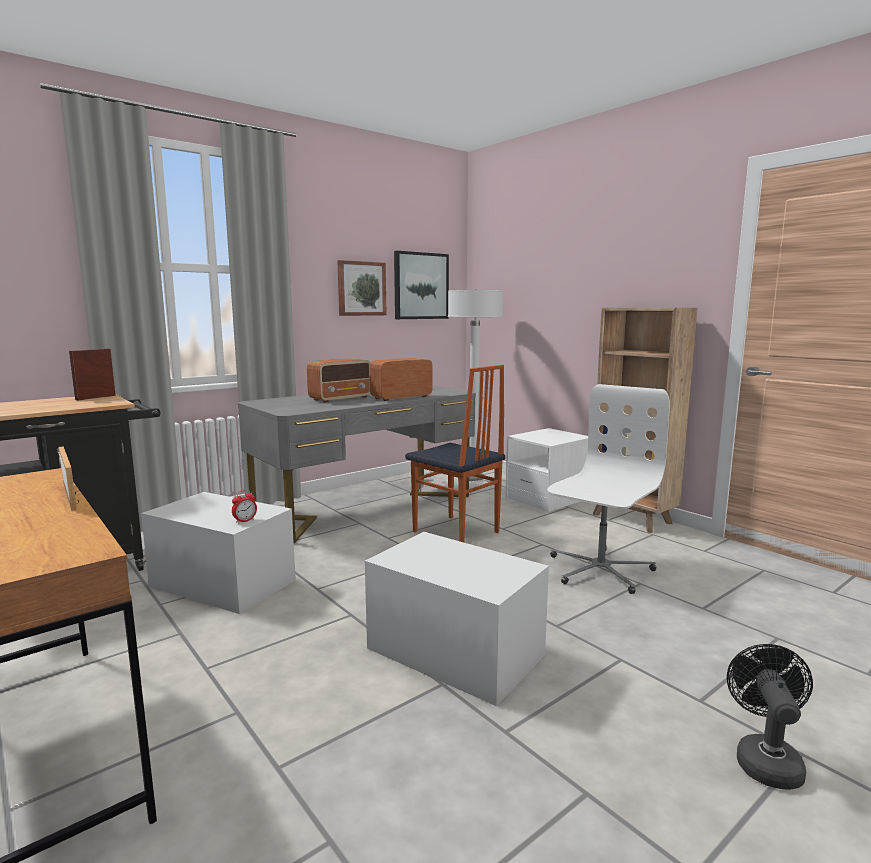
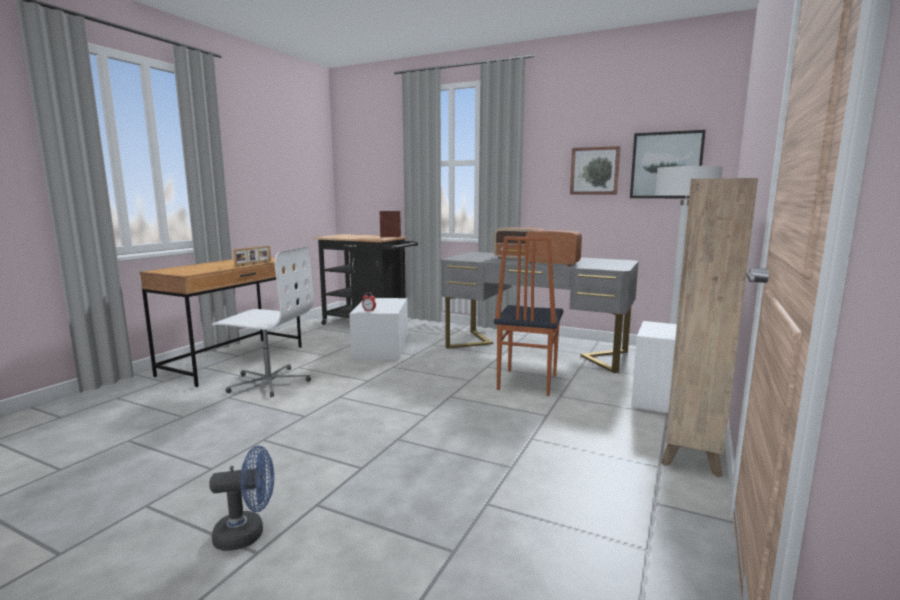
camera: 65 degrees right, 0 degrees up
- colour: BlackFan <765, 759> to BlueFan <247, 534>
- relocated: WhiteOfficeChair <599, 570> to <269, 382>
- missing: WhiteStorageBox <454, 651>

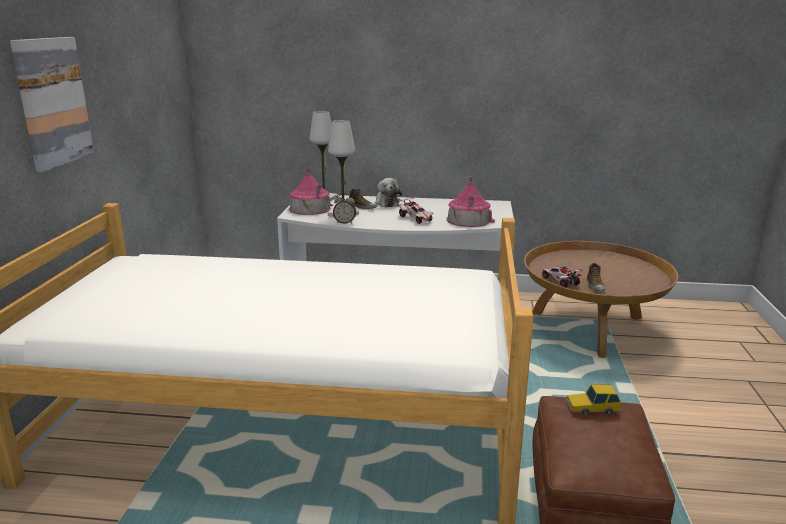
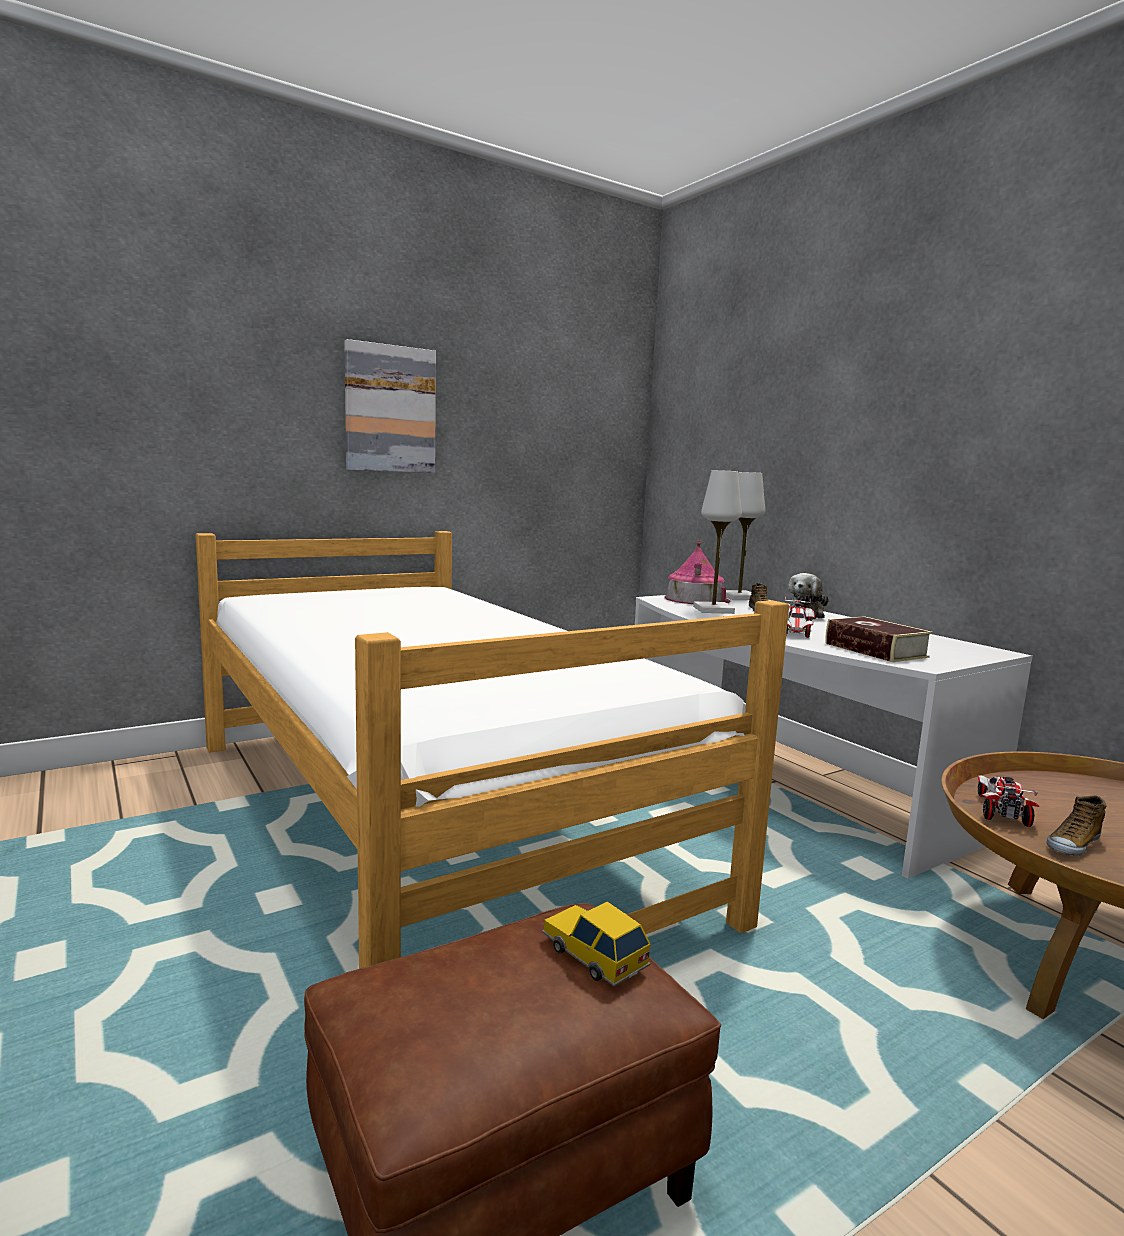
camera: 50 degrees right, 10 degrees down
- exchanged: ToyHouse <468, 220> to Book <875, 650>
- missing: AlarmClock <345, 222>

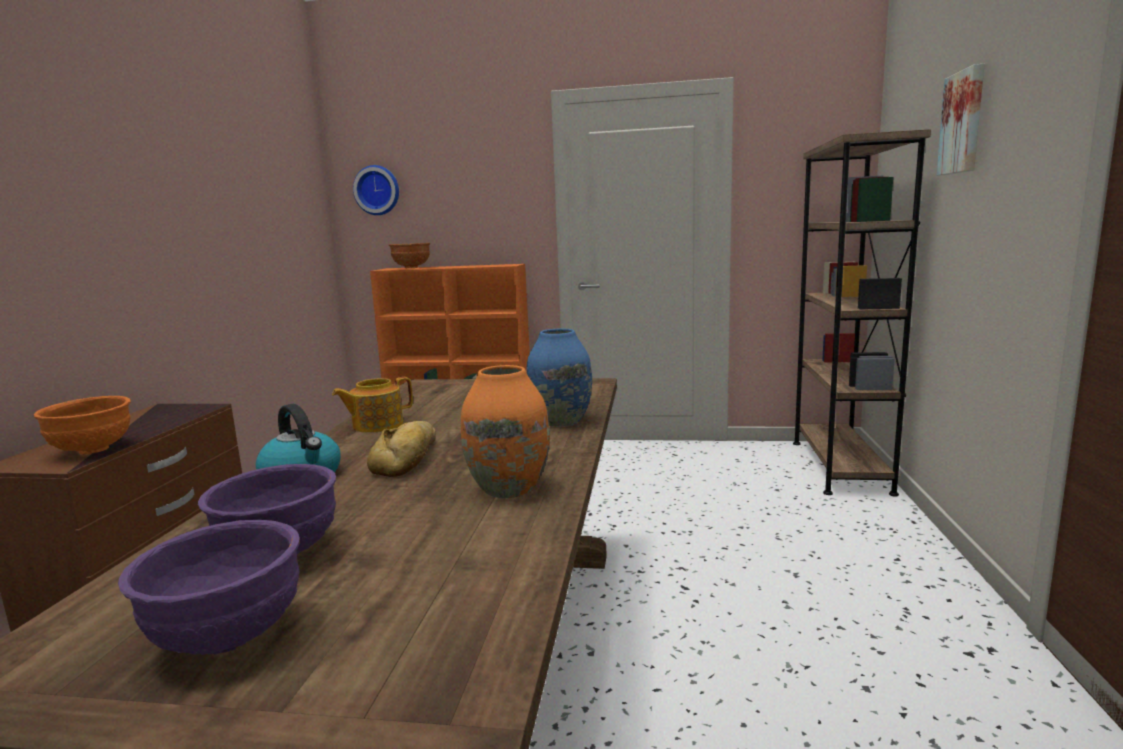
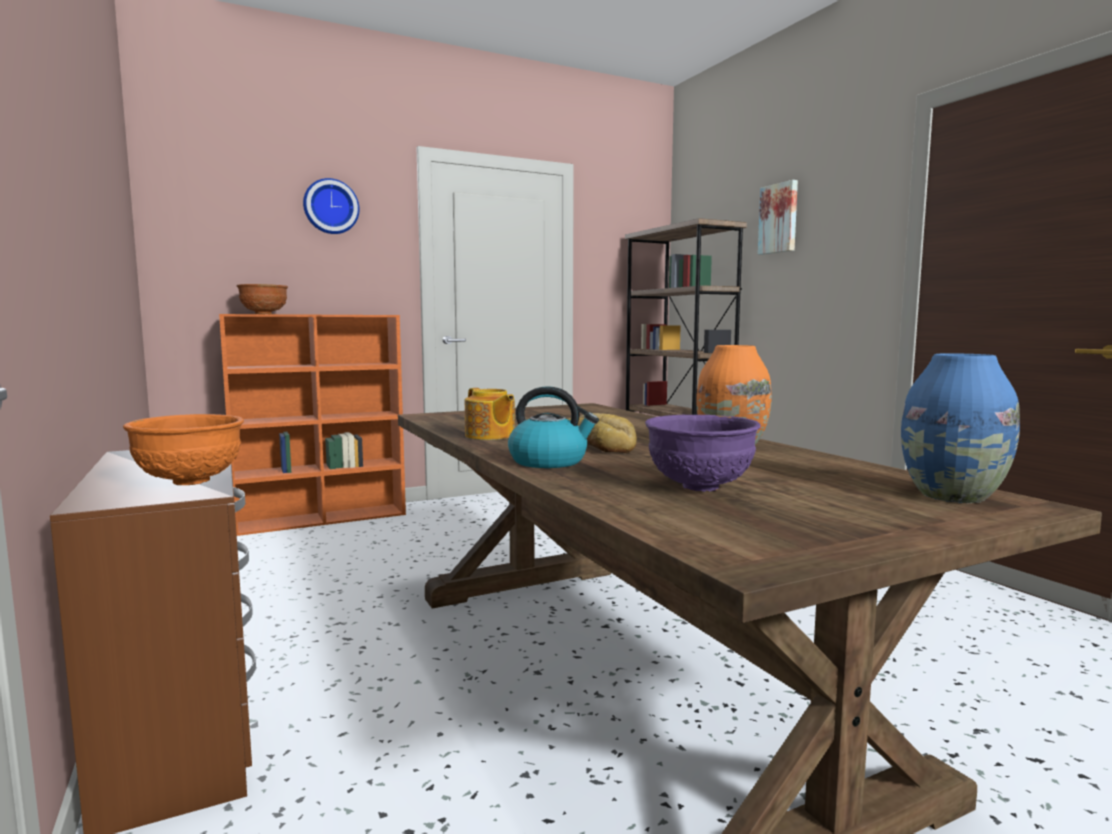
camera: 35 degrees left, 5 degrees down
- relocated: WallClock <377, 190> to <331, 207>
- spun: Teapot <376, 425> = <490, 436> 60 degrees counterclockwise
- relocated: BlueVase <560, 421> to <952, 496>
- missing: PurpleBowl <227, 638>

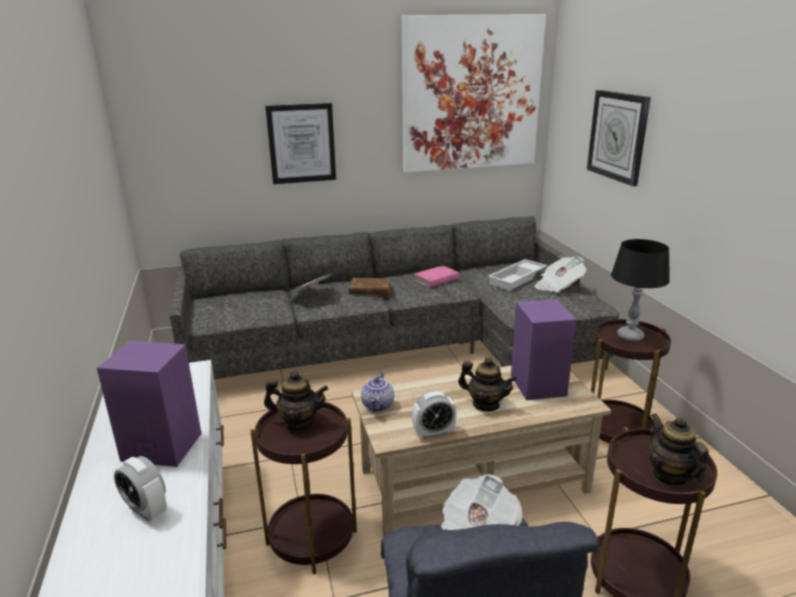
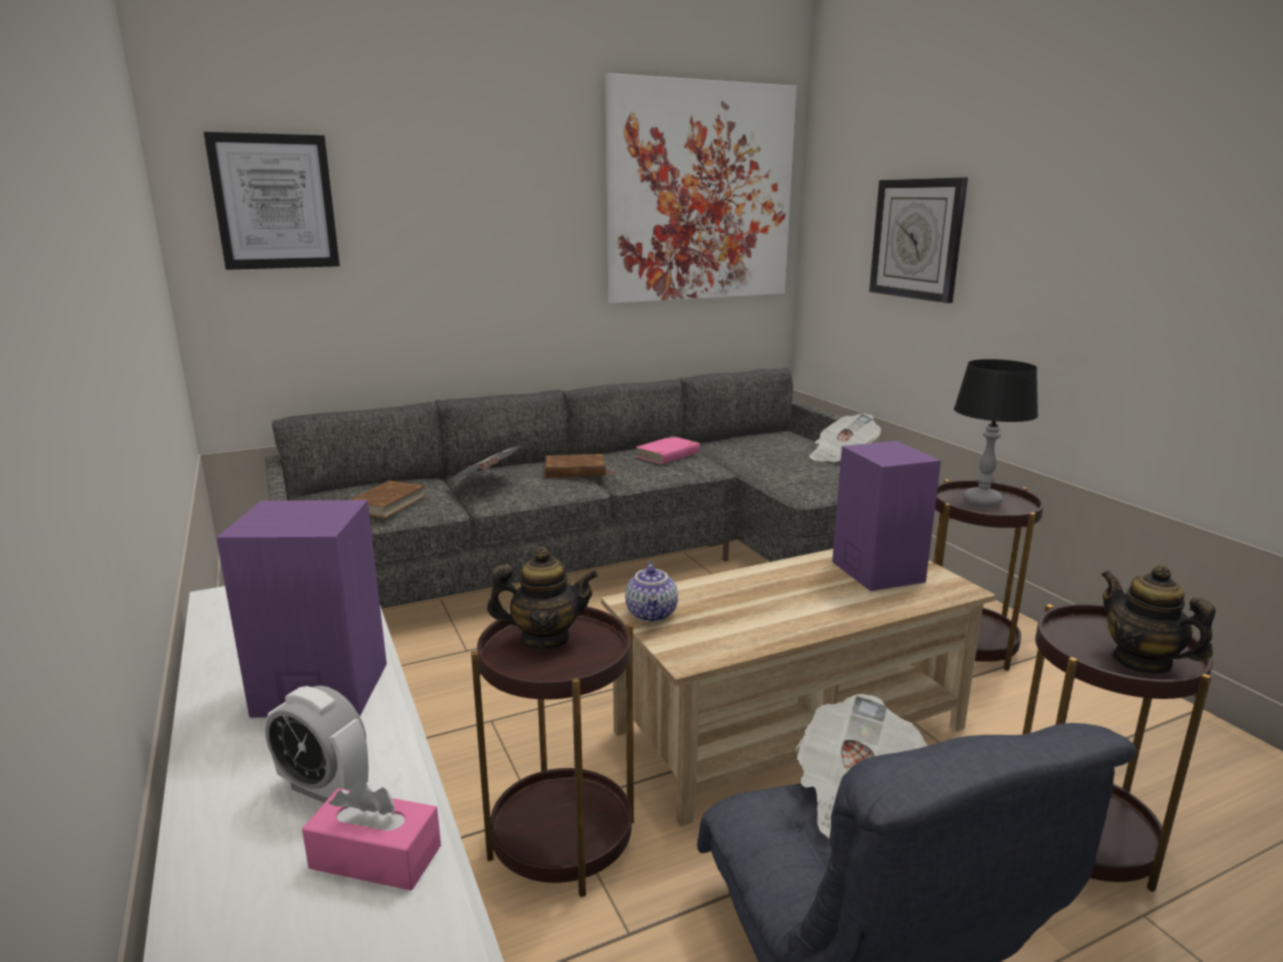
camera: 10 degrees left, 5 degrees down
- relocated: Picture <301, 143> to <275, 202>
- appeared: PinkTissueBox <375, 857>
- appeared: BrownBook <386, 504>
- missing: AlarmClock <433, 433>
- missing: Teapot <485, 404>
- missing: WhiteTray <518, 279>

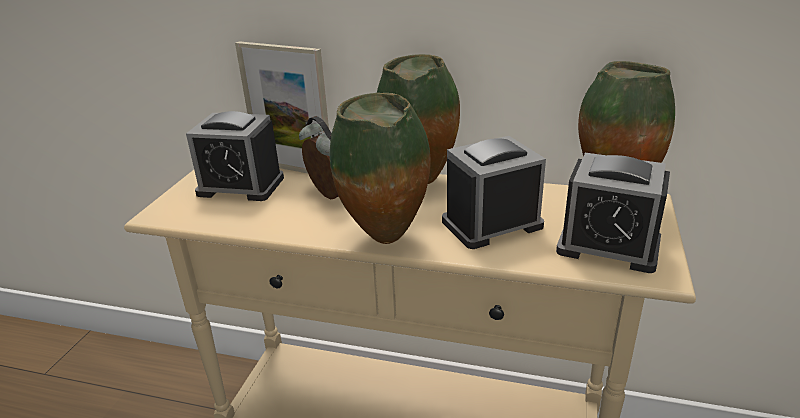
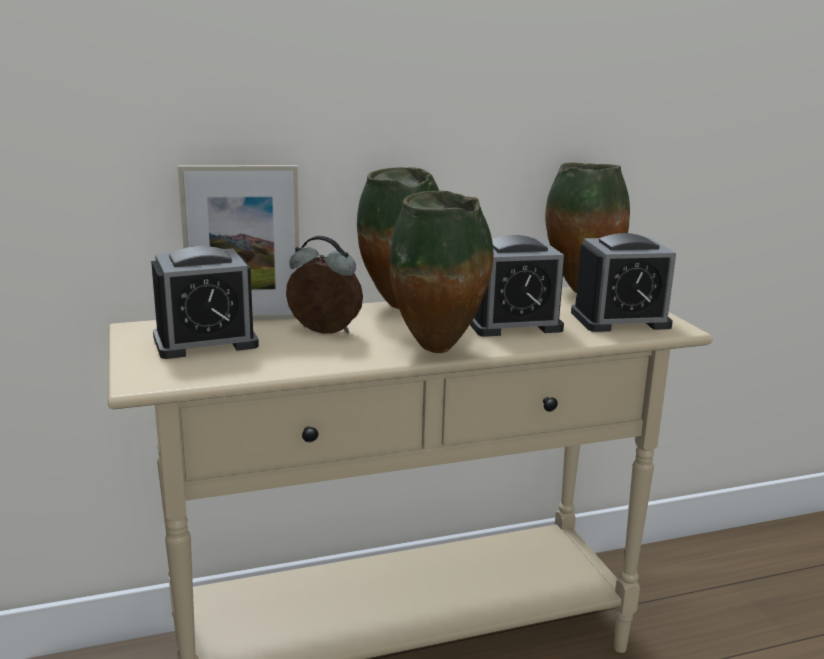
camera: 35 degrees left, 10 degrees down
- spun: AlarmClock <492, 224> = <512, 323> 135 degrees counterclockwise

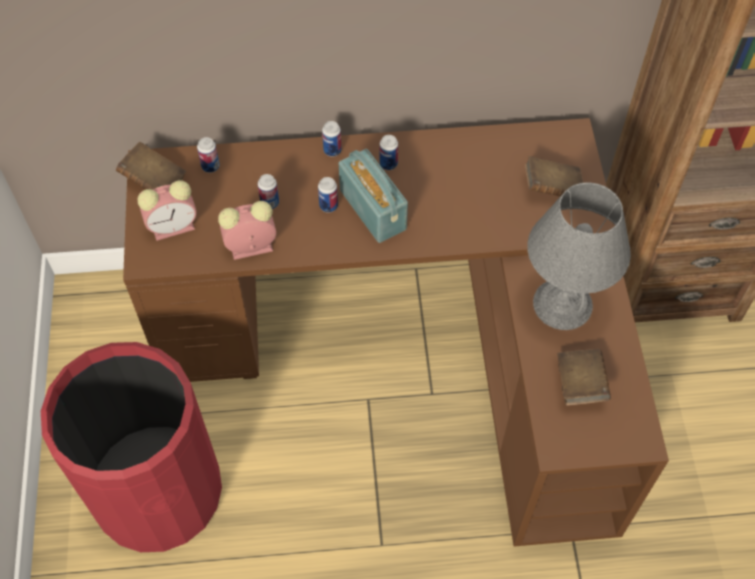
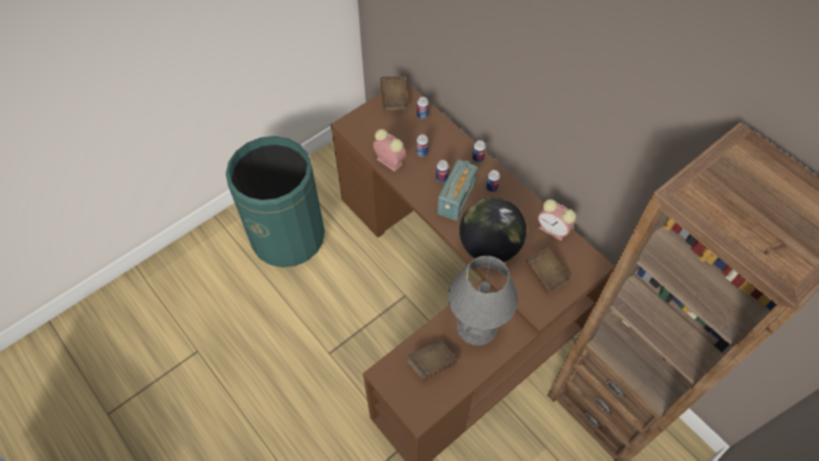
camera: 55 degrees right, 0 degrees up
- colour: RedTrashCan <158, 491> to GreenTrashCan <288, 237>
- appeared: Globe <489, 246>
- relocated: AlarmClock <174, 226> to <554, 230>

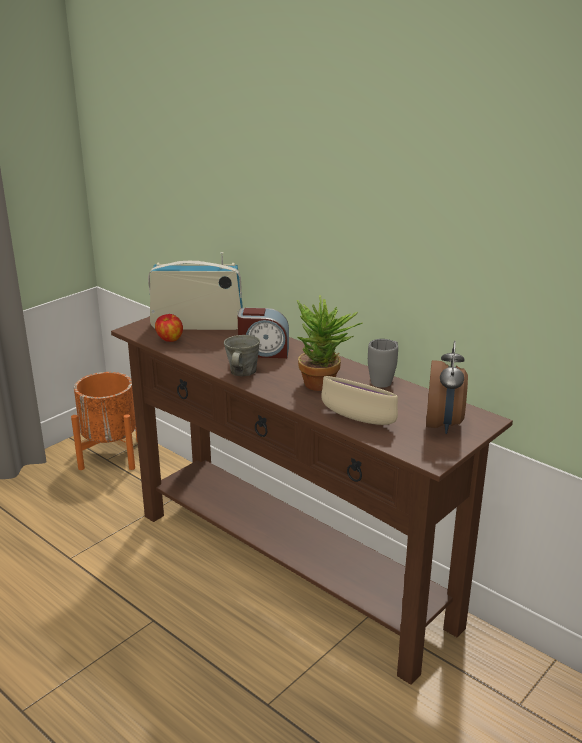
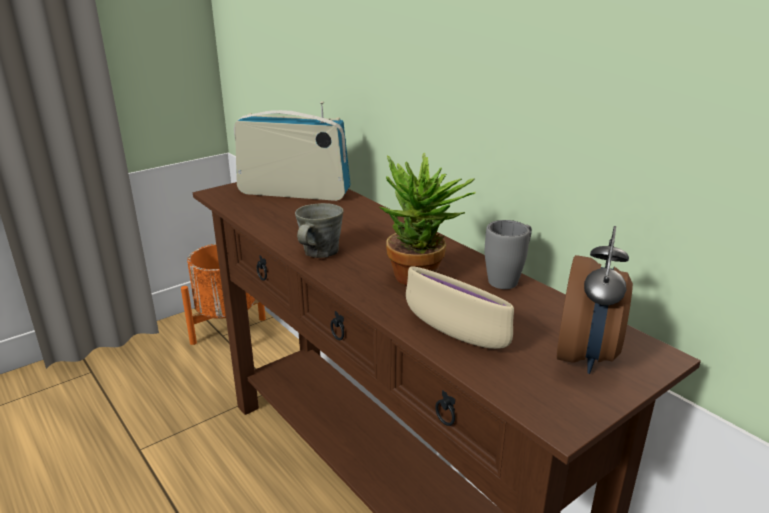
camera: 10 degrees right, 0 degrees up
- missing: Apple <169, 340>
- missing: AlarmClock <263, 352>

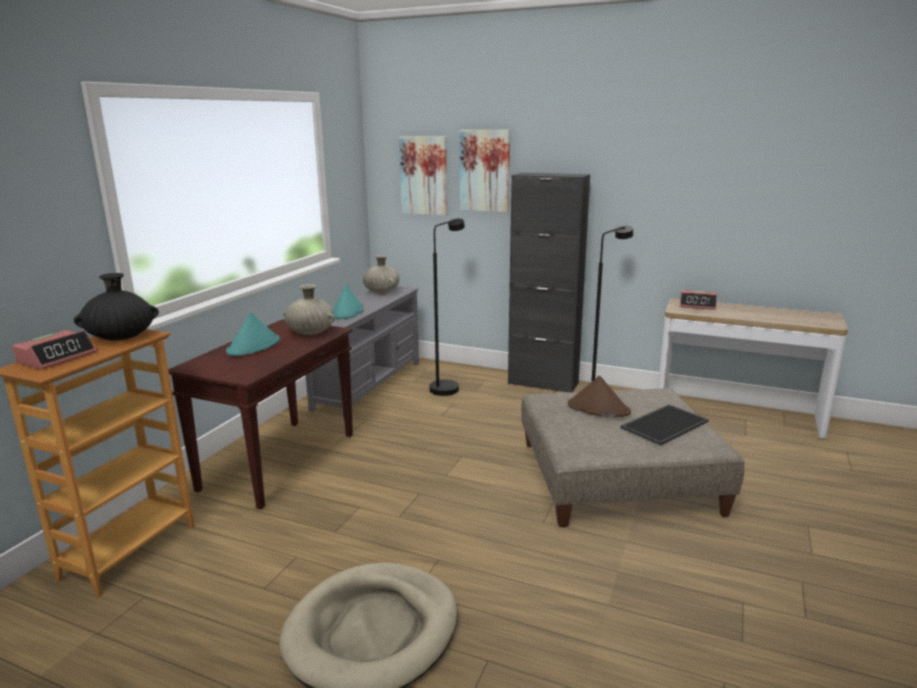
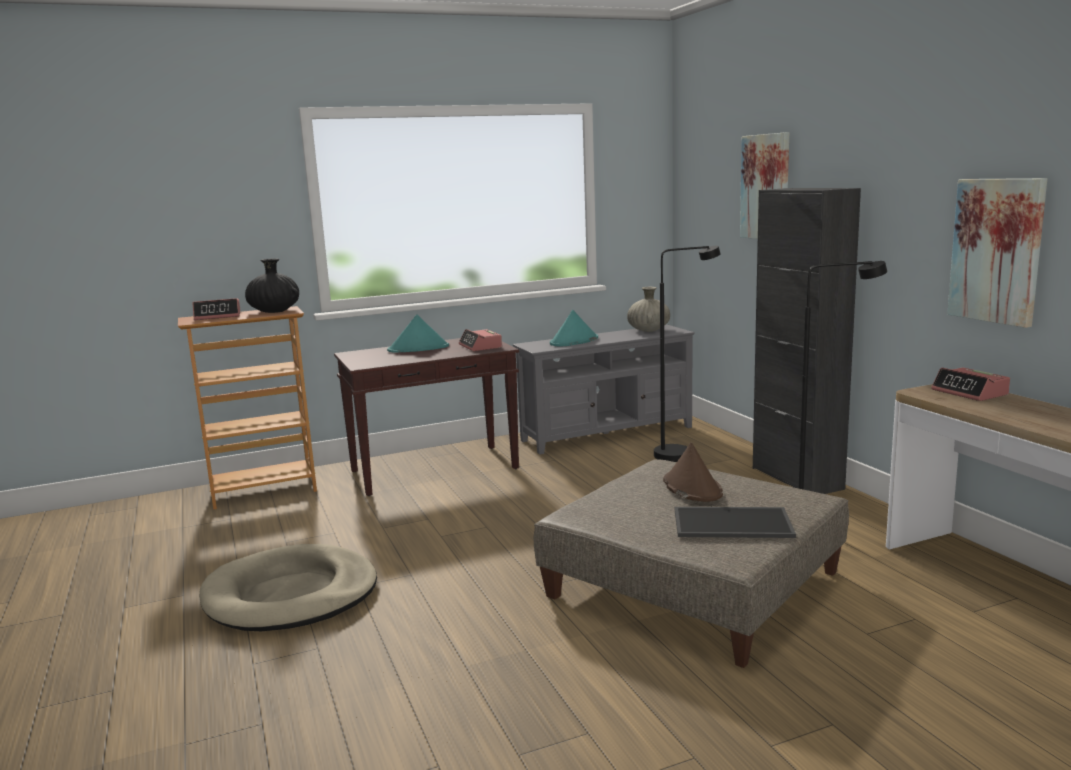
camera: 45 degrees right, 5 degrees down
- exchanged: BeigeVase <310, 332> to AlarmClock <480, 346>
- relocated: Picture <424, 176> to <997, 250>

